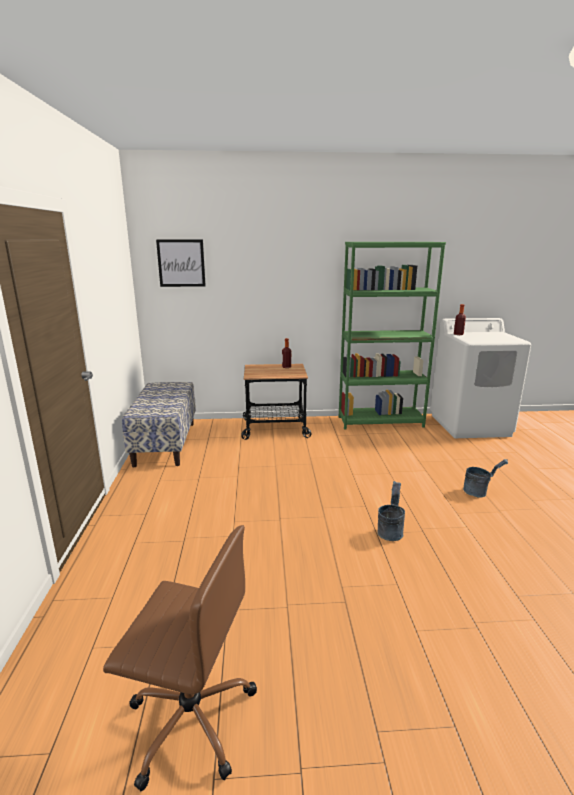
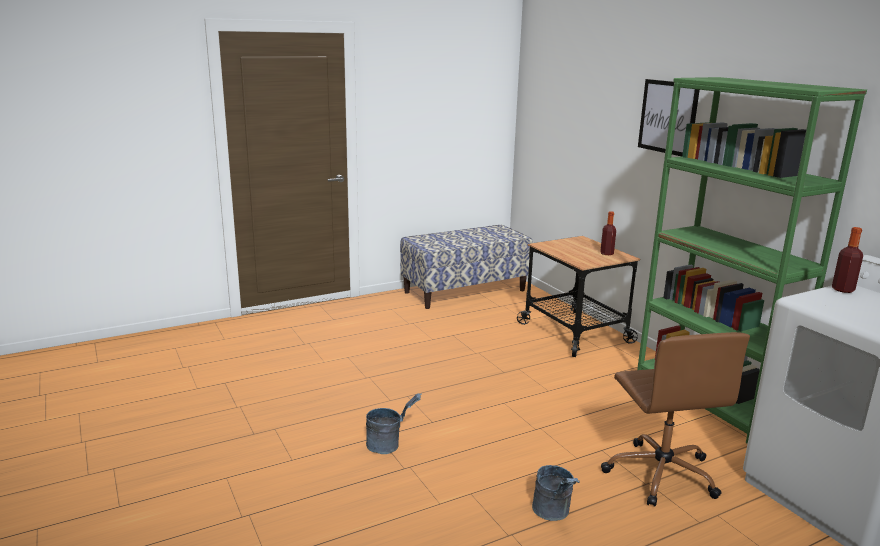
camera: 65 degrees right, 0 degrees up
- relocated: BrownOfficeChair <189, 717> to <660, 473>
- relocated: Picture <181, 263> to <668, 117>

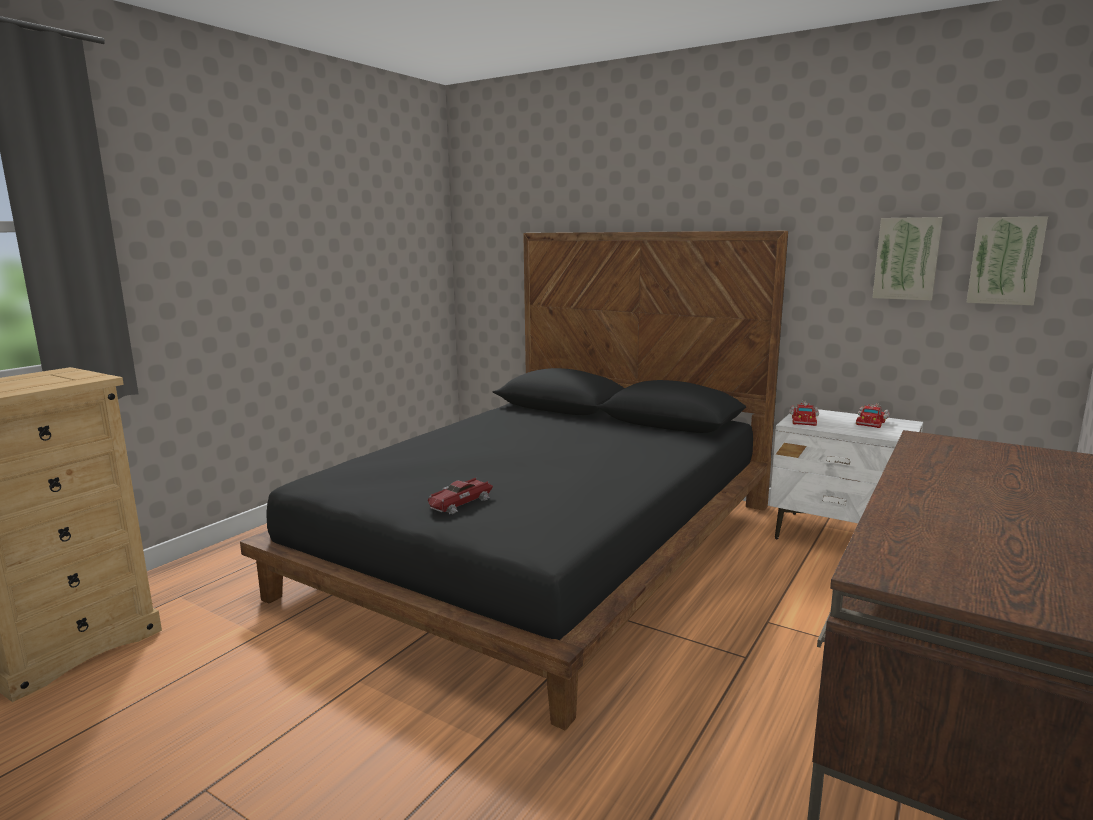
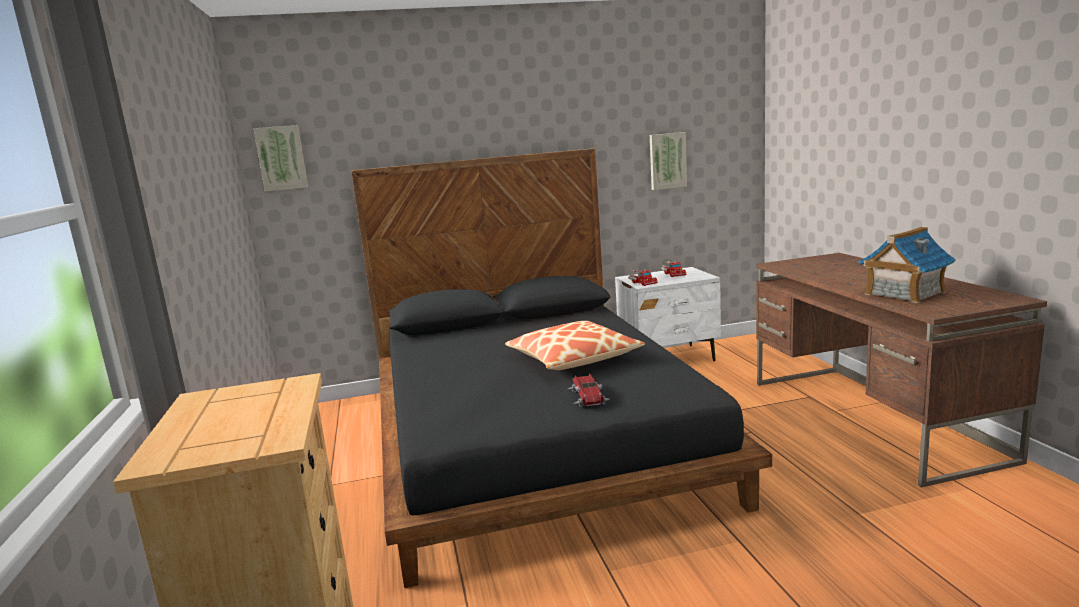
camera: 45 degrees left, 0 degrees up
- relocated: Picture <1005, 260> to <281, 158>
- appeared: Pillow <573, 358>
- appeared: ToyHouse <904, 293>

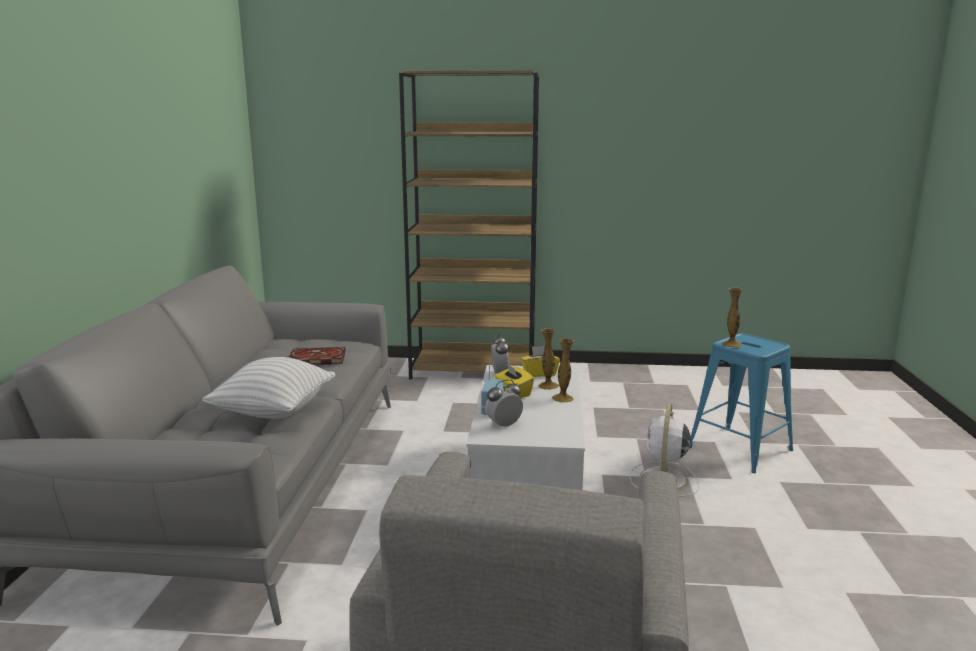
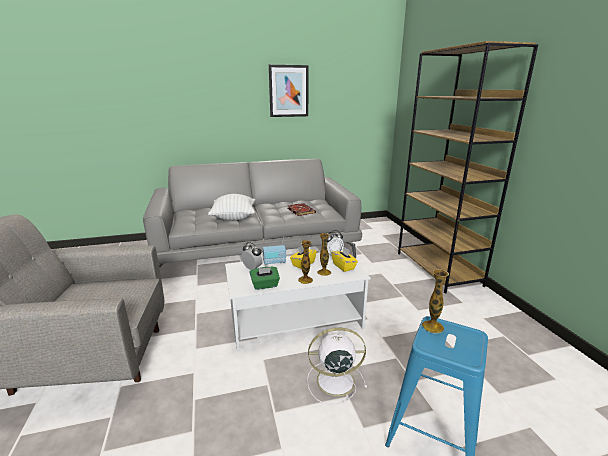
camera: 70 degrees right, 5 degrees up
- appeared: GreenTissueBox <265, 285>
- appeared: Picture <288, 91>

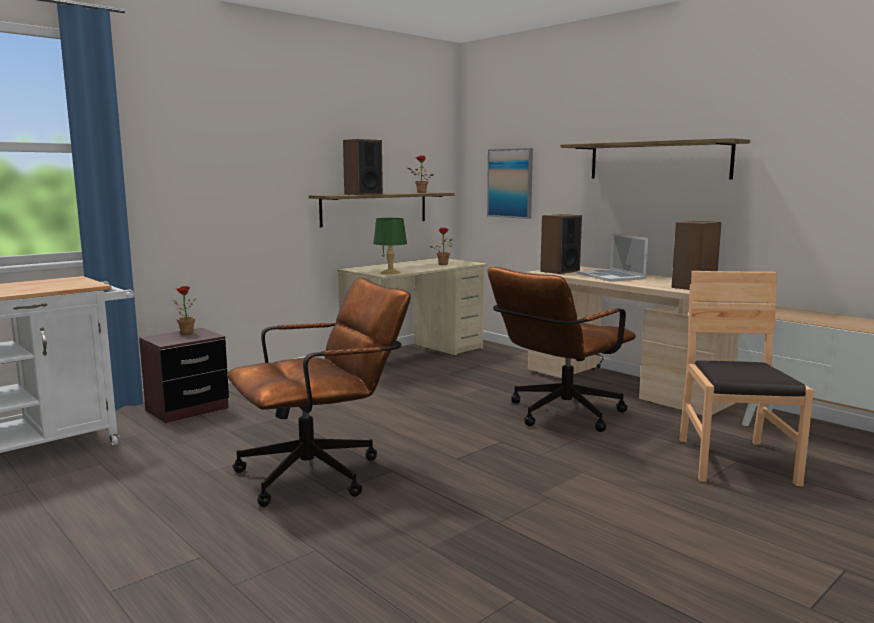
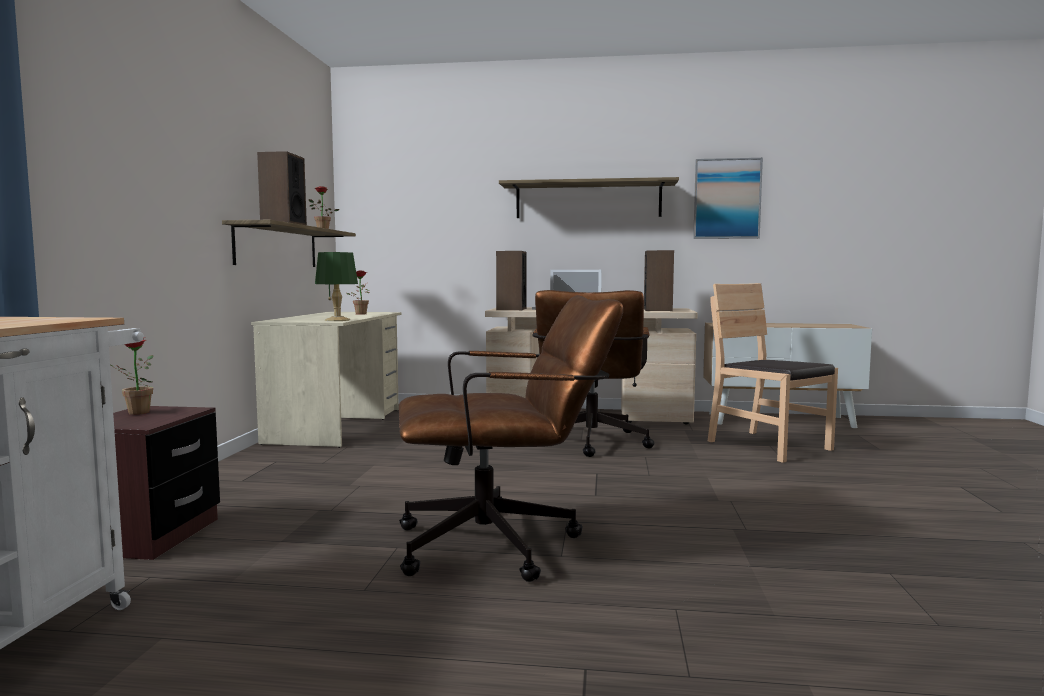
camera: 40 degrees left, 5 degrees down
- spun: BrownOfficeChair <322, 472> = <503, 544> 60 degrees clockwise
- relocated: Picture <510, 183> to <727, 199>

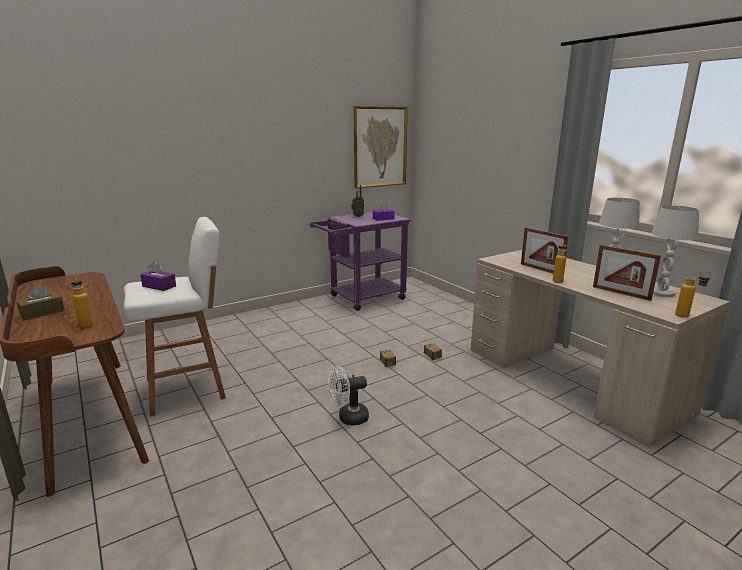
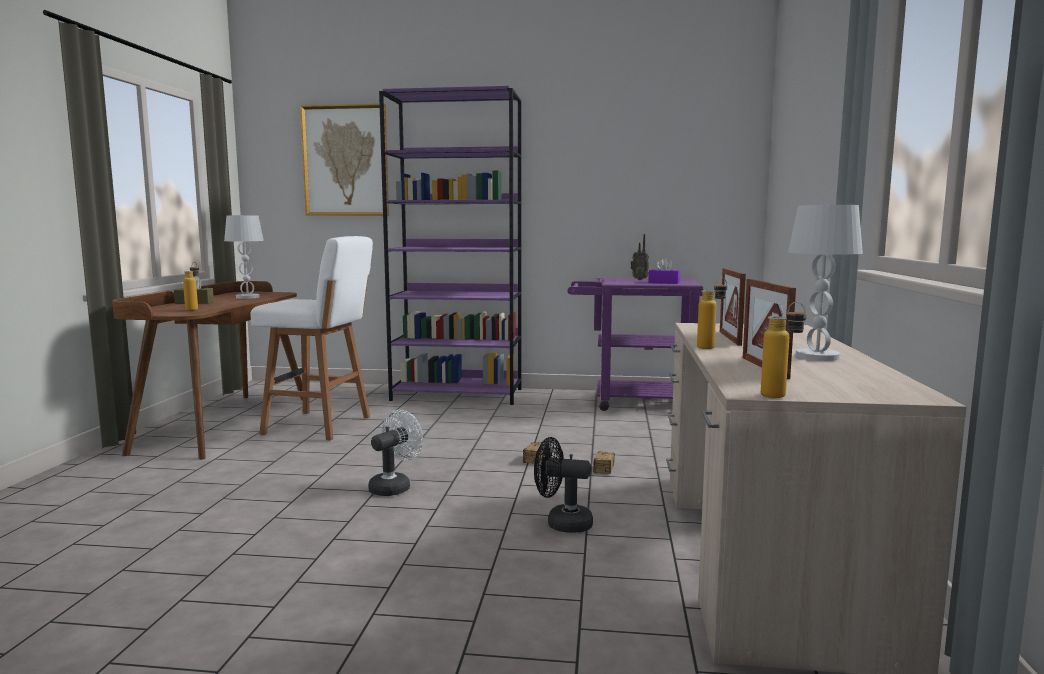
camera: 40 degrees right, 10 degrees down
- relocated: WhiteTableLamp <661, 293> to <247, 297>
- relocated: Picture <380, 147> to <345, 161>
- spun: WhiteFan <348, 418> = <394, 487> 105 degrees clockwise
- appeared: PurpleBookcase <458, 394>
- appeared: BlackFan <562, 523>
- missing: PurpleTissueBox <159, 286>

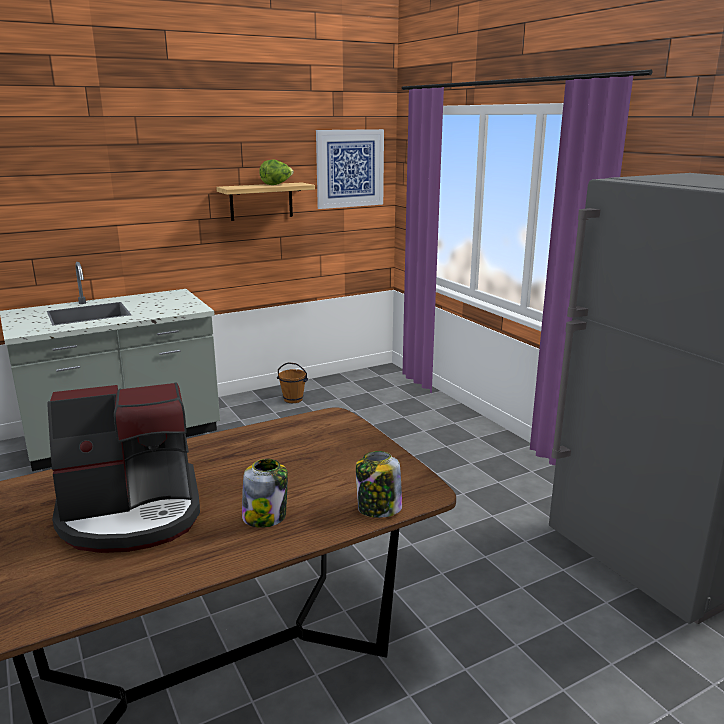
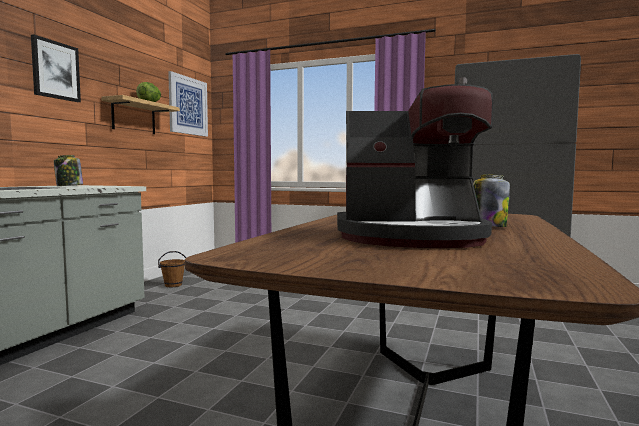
camera: 40 degrees left, 15 degrees down
- appeared: Picture <55, 70>
- relocated: Jar <378, 509> to <69, 186>
- spun: CoffeeMachine <132, 513> = <410, 237> 60 degrees clockwise

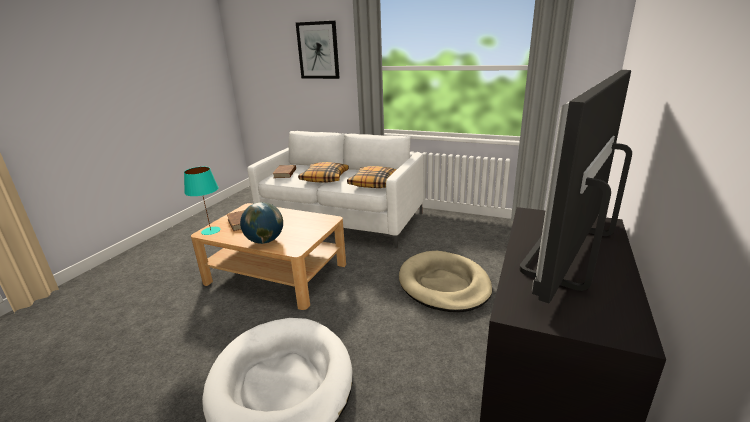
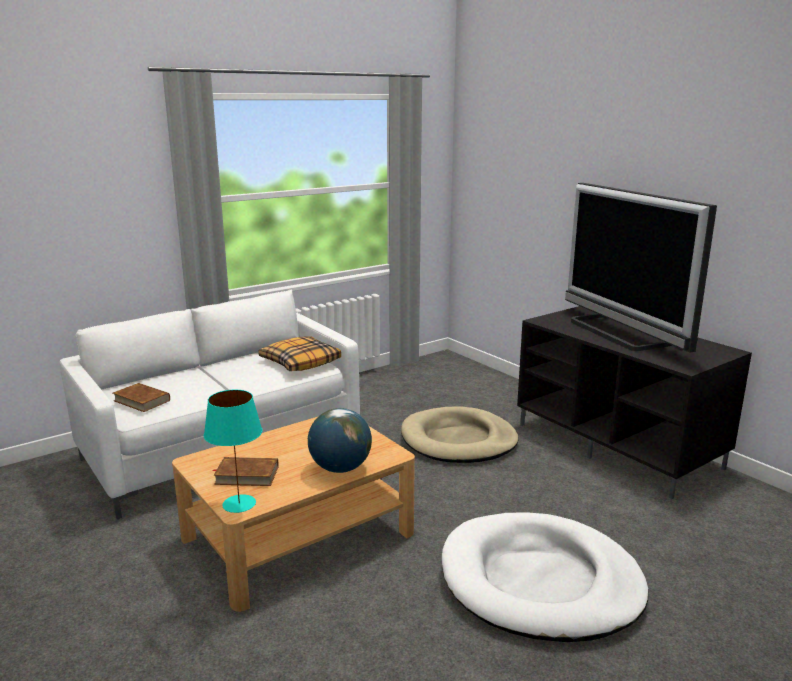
camera: 60 degrees left, 5 degrees down
- missing: Picture <318, 50>
- missing: Pillow <325, 178>

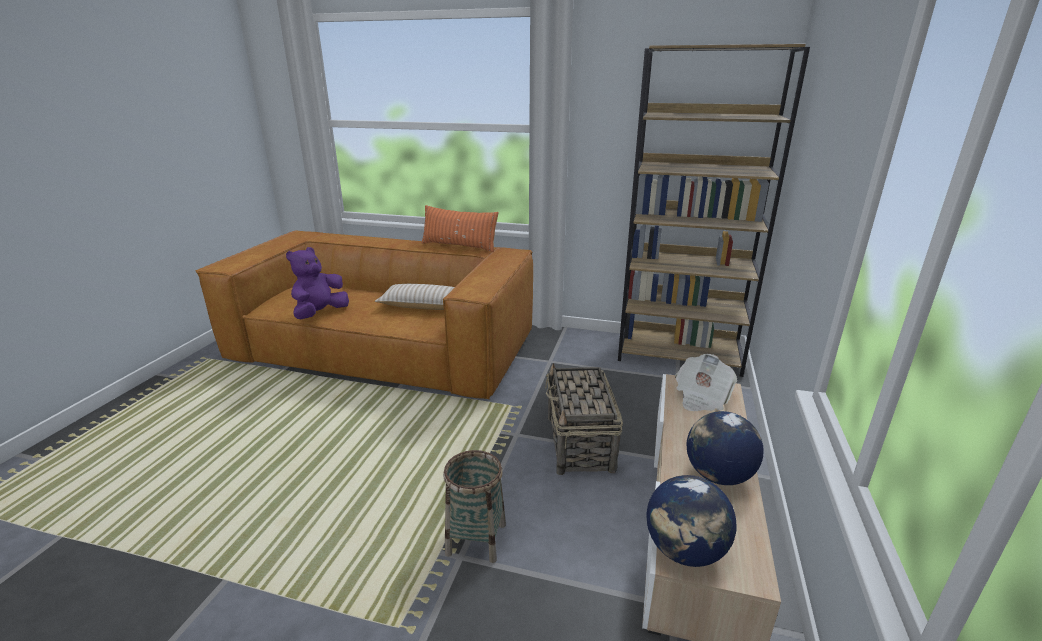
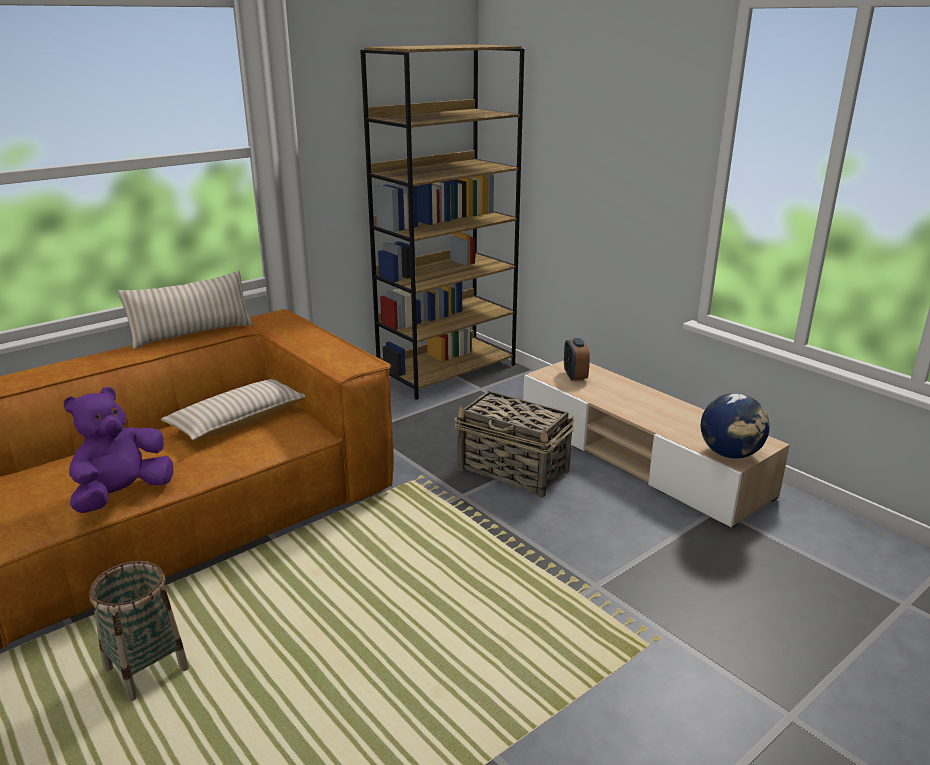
camera: 55 degrees left, 0 degrees up
- spun: PurplePlushToy <320, 313> = <123, 495> 60 degrees clockwise
- relocated: Basket <476, 539> to <146, 669>
- colour: OrangePillow <459, 246> to BeigePillow <192, 334>
- exchanged: Newspaper <701, 397> to AlarmClock <575, 376>
- missing: Globe <717, 475>

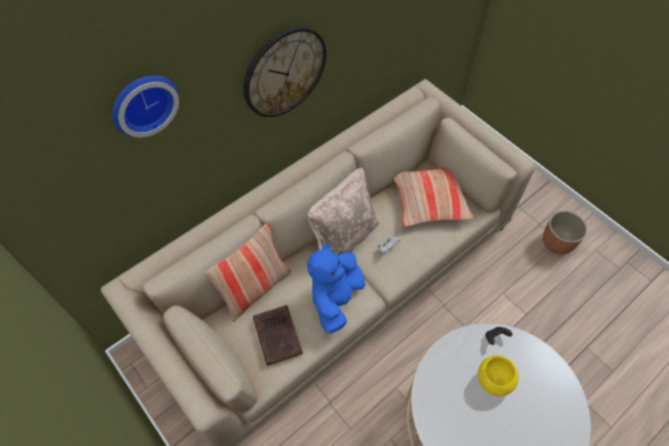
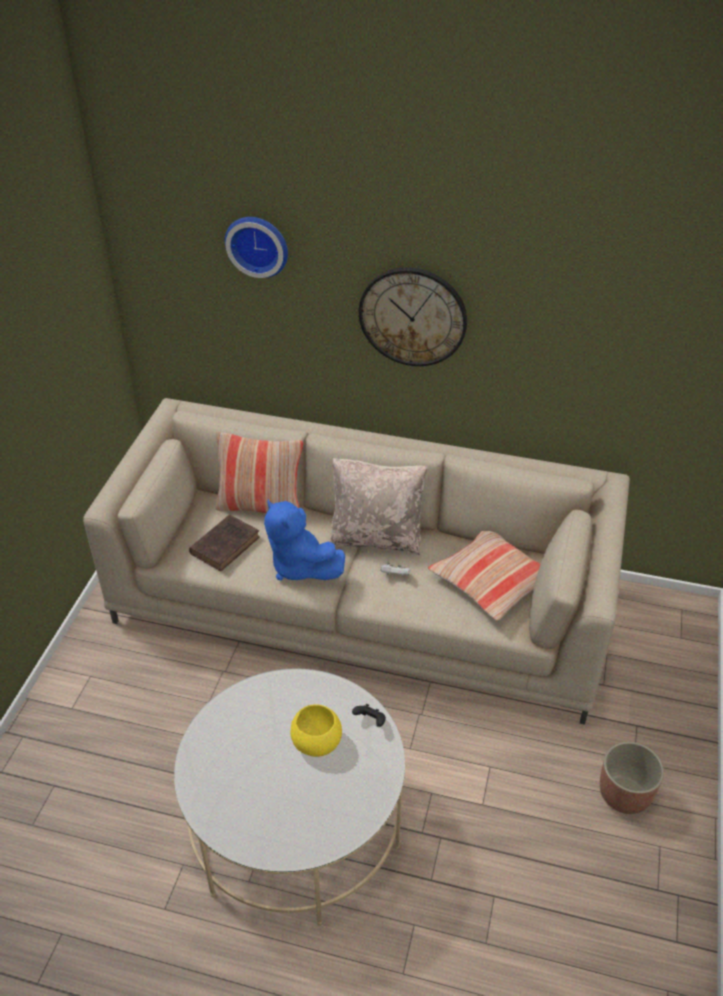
camera: 55 degrees right, 15 degrees down
- spun: BluePlushToy <335, 299> = <300, 566> 120 degrees counterclockwise

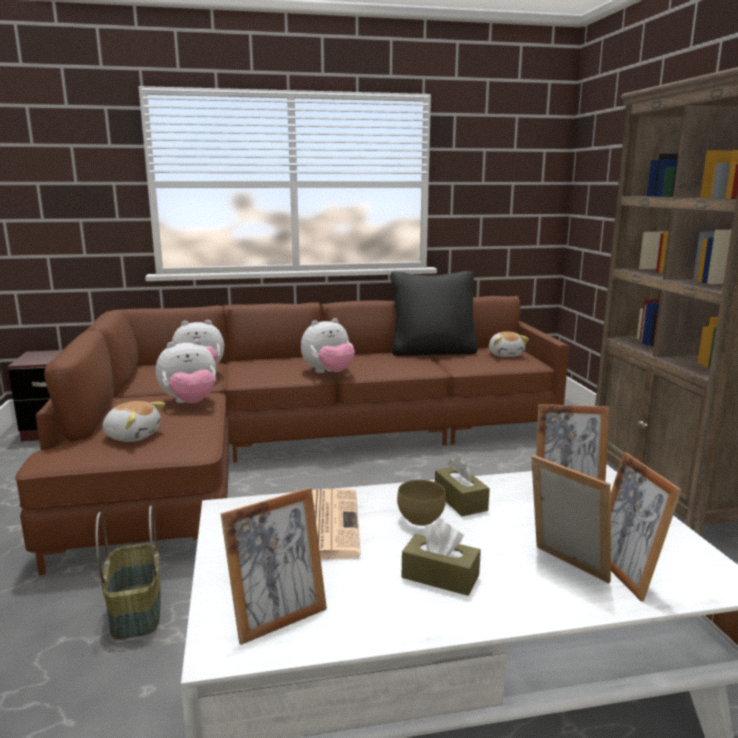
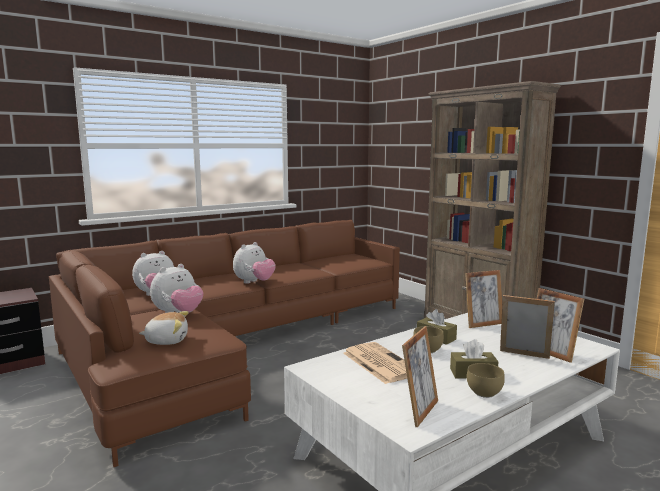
camera: 25 degrees left, 5 degrees down
- appeared: BrownBowl <482, 392>
- missing: Basket <135, 610>
- missing: BlackPillow <432, 351>
- missing: PlushToy <506, 354>

